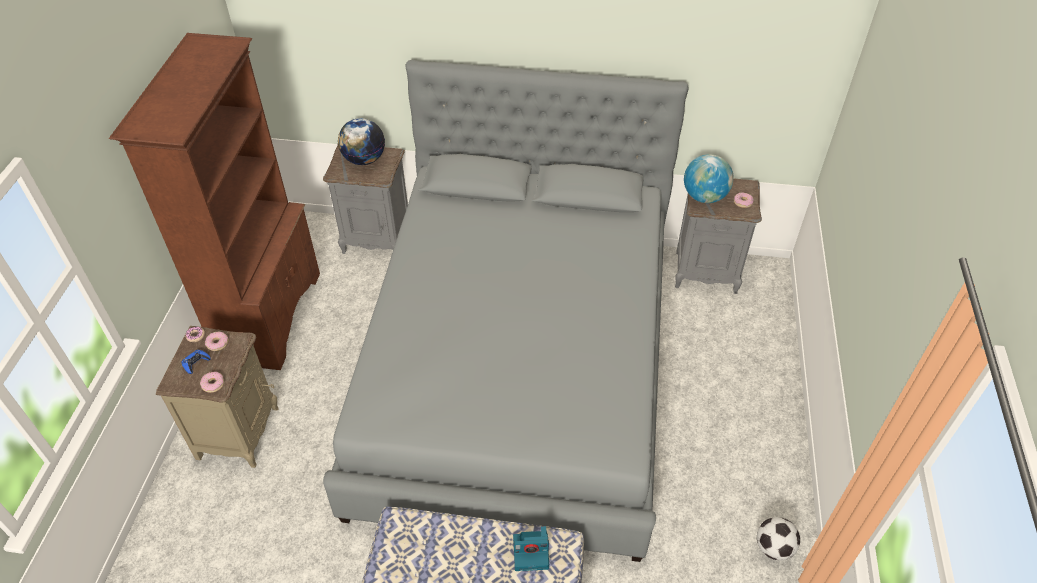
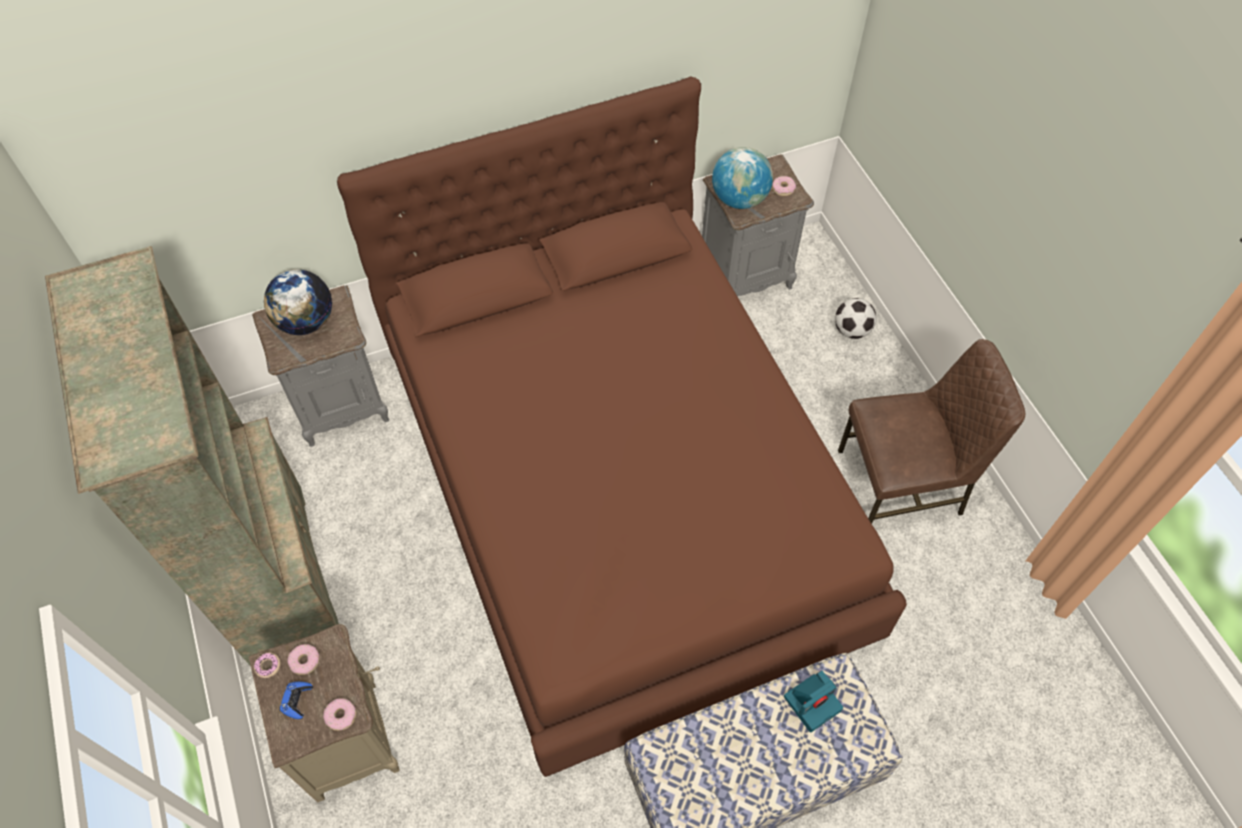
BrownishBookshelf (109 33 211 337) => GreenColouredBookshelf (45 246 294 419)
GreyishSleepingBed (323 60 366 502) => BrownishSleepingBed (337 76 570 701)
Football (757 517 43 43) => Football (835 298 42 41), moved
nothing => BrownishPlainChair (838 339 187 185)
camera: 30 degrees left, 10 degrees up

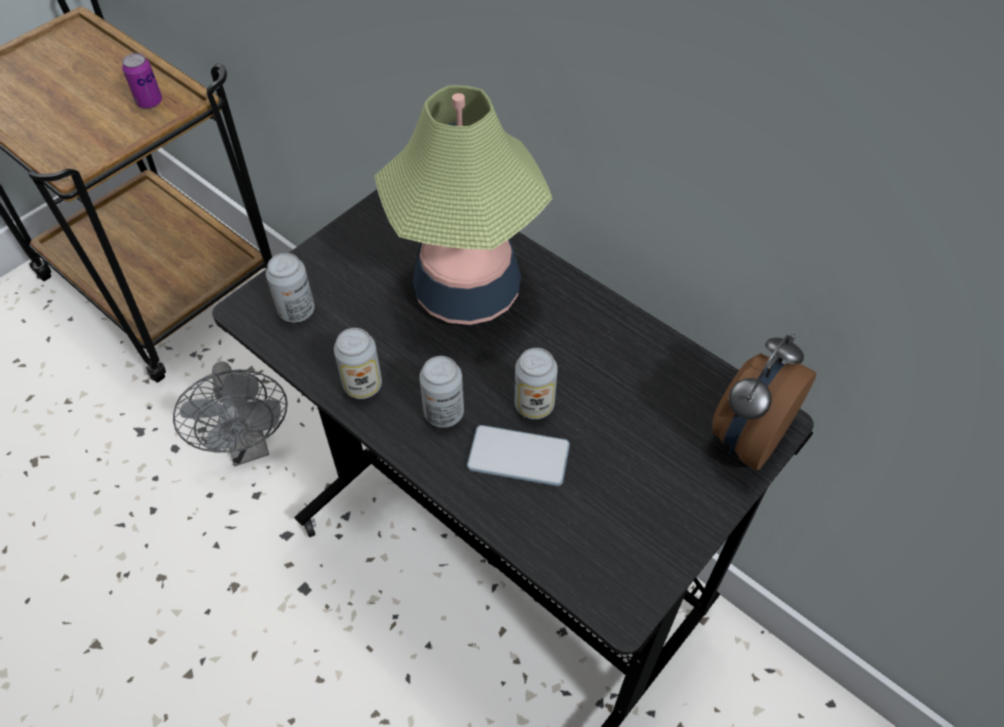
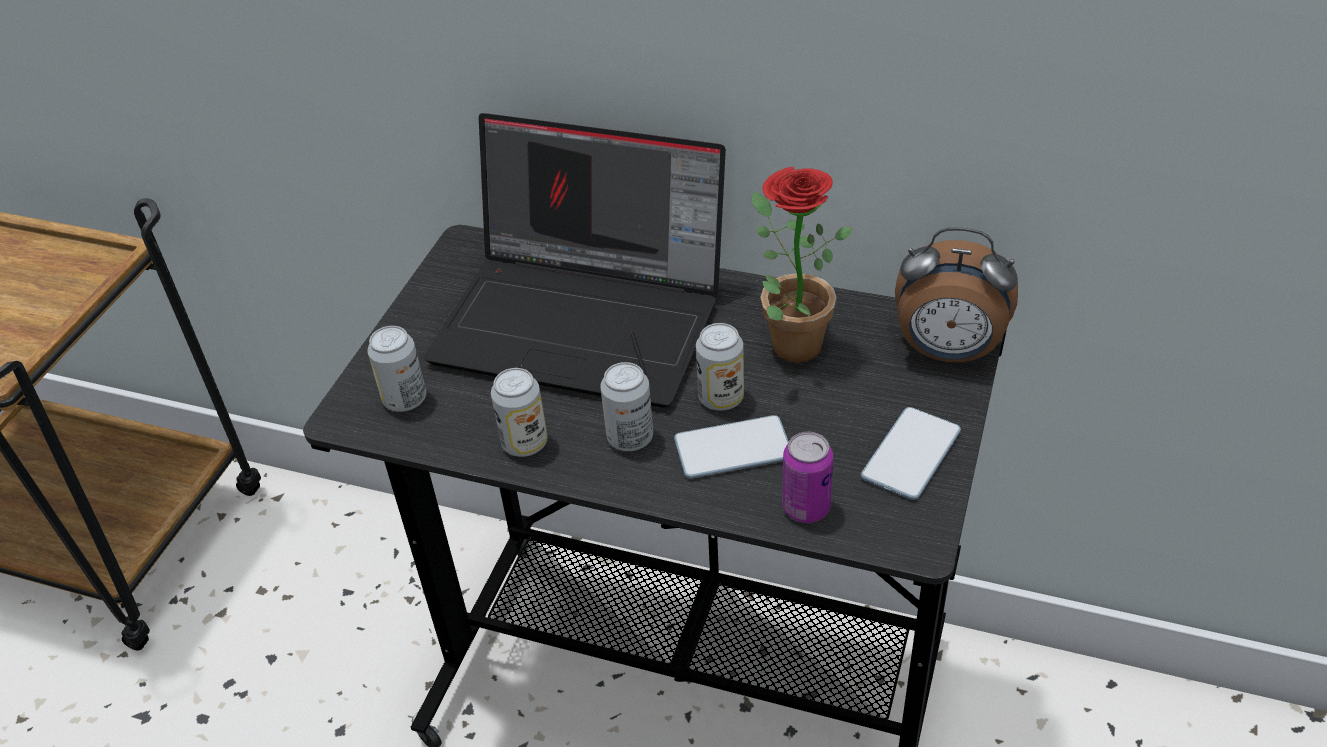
Can (122 53 40 56) => Can (782 431 51 92), moved
GreyishCoolingFan (173 361 115 105) => nothing
LampForATable (375 85 178 240) => NotebookComputer (425 113 301 295)
BedsideClock (712 334 105 136) => BedsideClock (895 227 123 135), 90 degrees counterclockwise
nothing => PottedPlant (752 167 101 196)
nothing => Phone (861 407 100 93)
camera: 20 degrees left, 10 degrees down

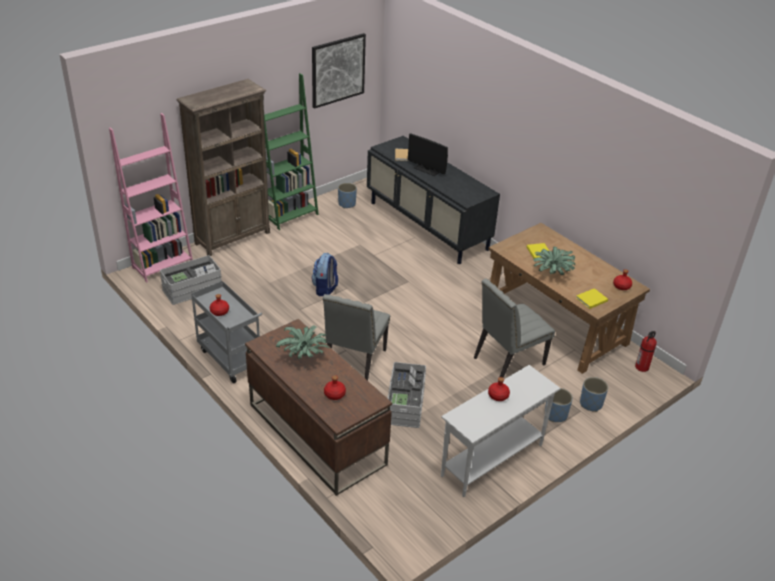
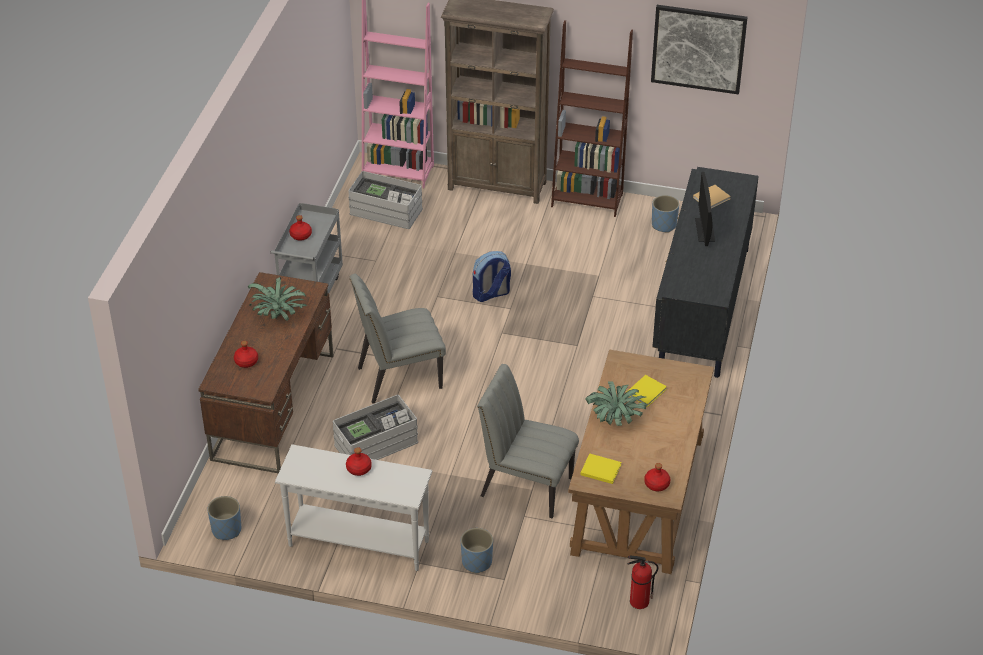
GreenColouredBookshelf (264 73 55 157) => BrownishBookshelf (551 20 82 197)
BlueColouredPlantPot (580 377 28 35) => BlueColouredPlantPot (207 496 34 44), moved
camera: 55 degrees right, 5 degrees up

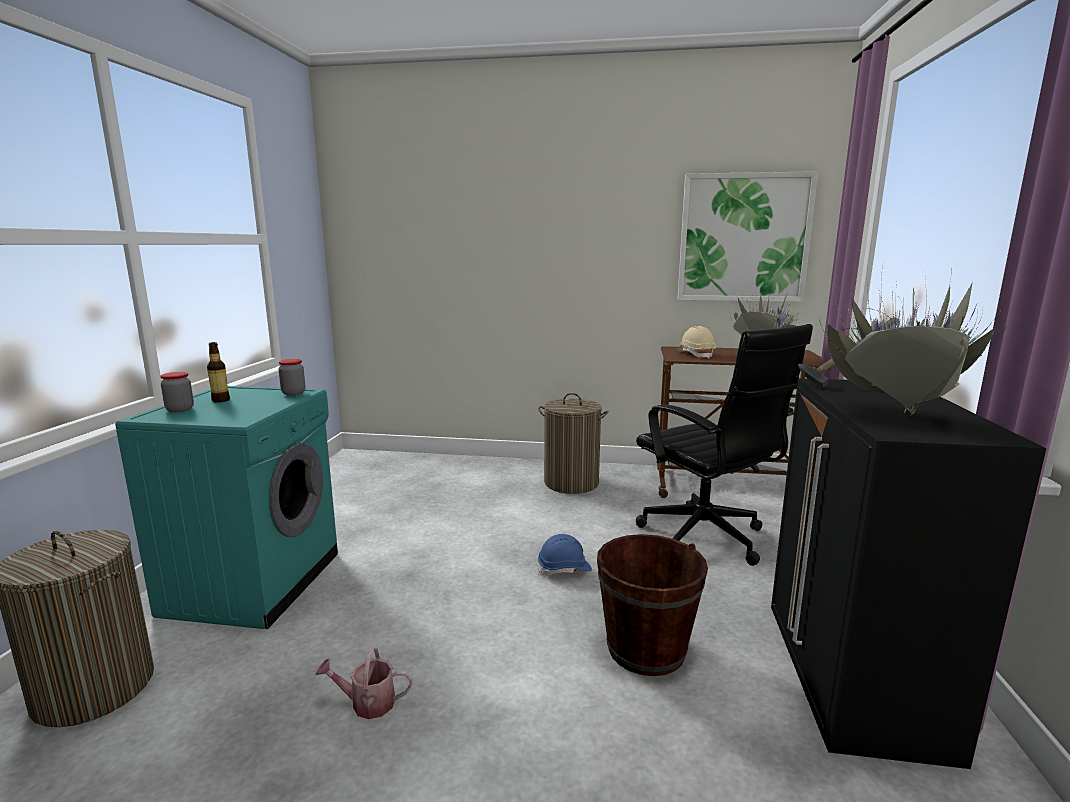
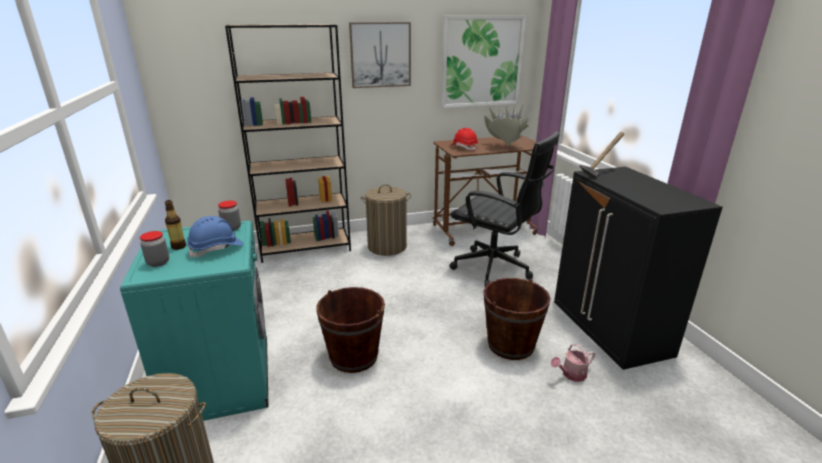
SprinklingCan (316 648 97 71) => SprinklingCan (551 344 44 38), moved
BlueColouredSafetyHelmet (538 534 54 42) => BlueColouredSafetyHelmet (187 216 57 42), moved
BeigeSafetyHelmet (677 326 39 33) => RedColouredSafetyHelmet (451 128 27 22)
PottedPlant (819 253 186 162) => nothing
nothing => BeigeBookshelf (225 24 126 239)
nothing => BrownishPail (316 287 69 86)
nothing => WallPicture (349 22 62 66)
camera: 25 degrees left, 10 degrees up

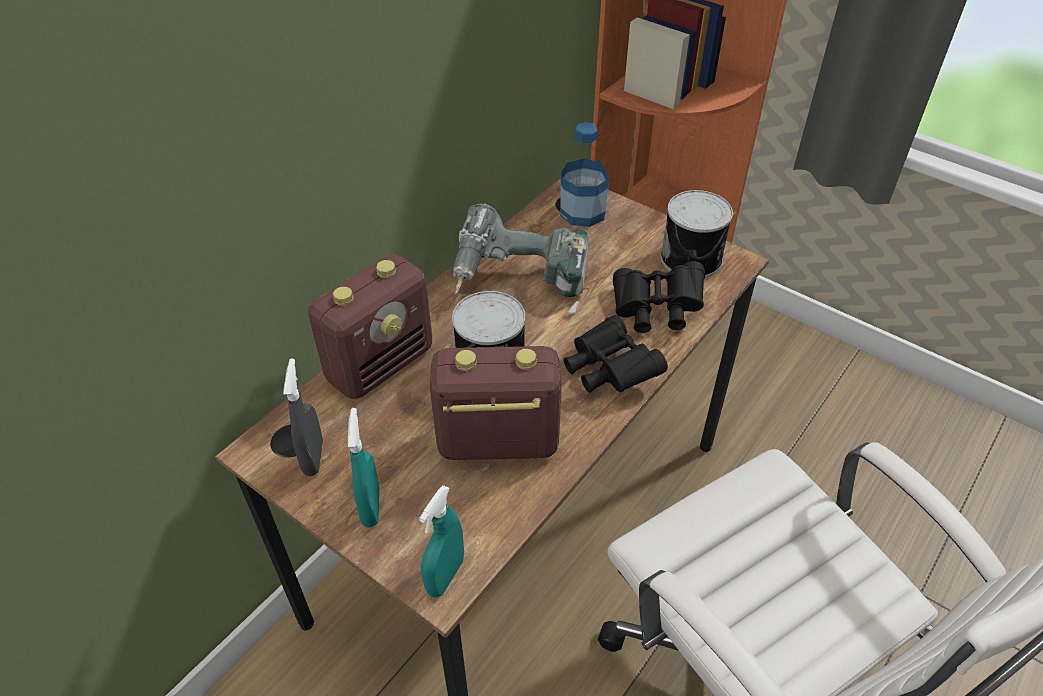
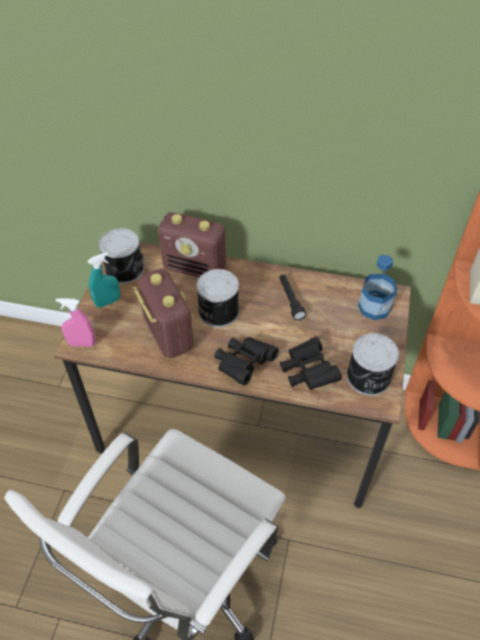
GreyishHandSprayer (283 358 40 118) => Can (99 228 45 56)
TurquoiseColouredHandSprayer (419 485 45 112) => PinkColouredHandSprayer (56 298 40 49)
ElectricDrill (453 203 136 111) => BlackHandTorch (279 275 27 45)
camera: 65 degrees right, 5 degrees up

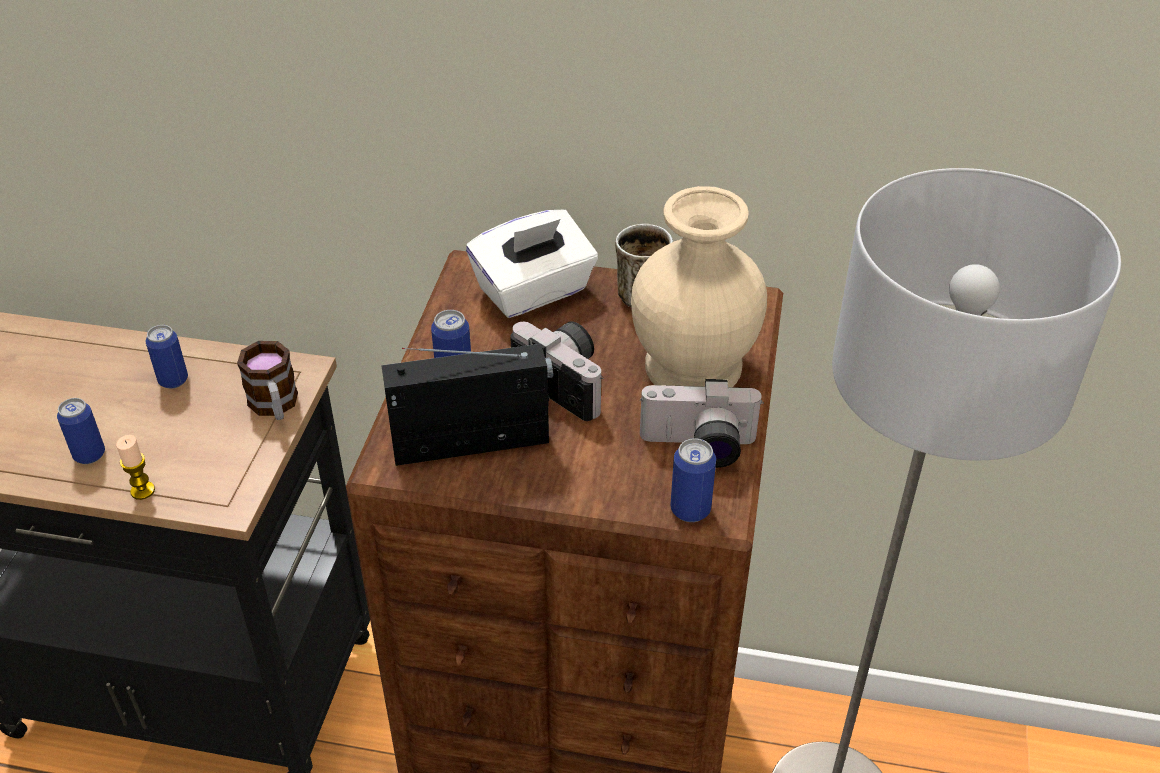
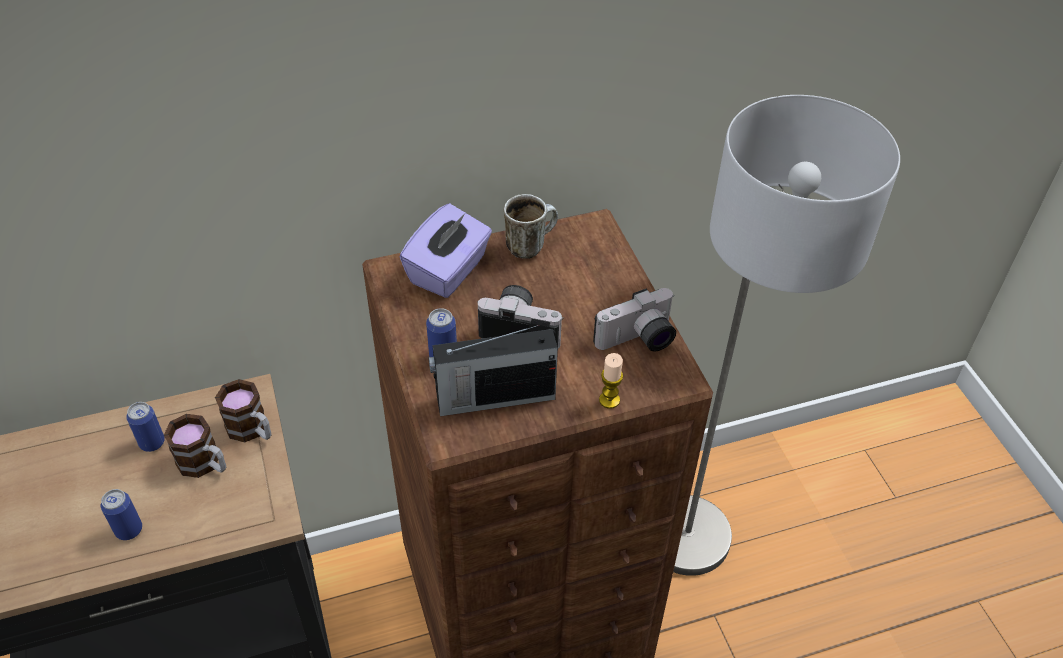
Candle (116 435 39 65) => Candle (599 353 24 56), moved
RadioSet (381 344 172 122) => RadioSet (429 325 129 91), 150 degrees counterclockwise
WhiteBoxOfTissues (466 210 132 108) => PurplishBoxOfTissues (400 203 92 95)
BeigeFlowerVase (631 186 136 201) => nothing
Can (670 438 46 84) => nothing
nothing => Mug (164 414 62 64)
camera: 30 degrees left, 5 degrees up

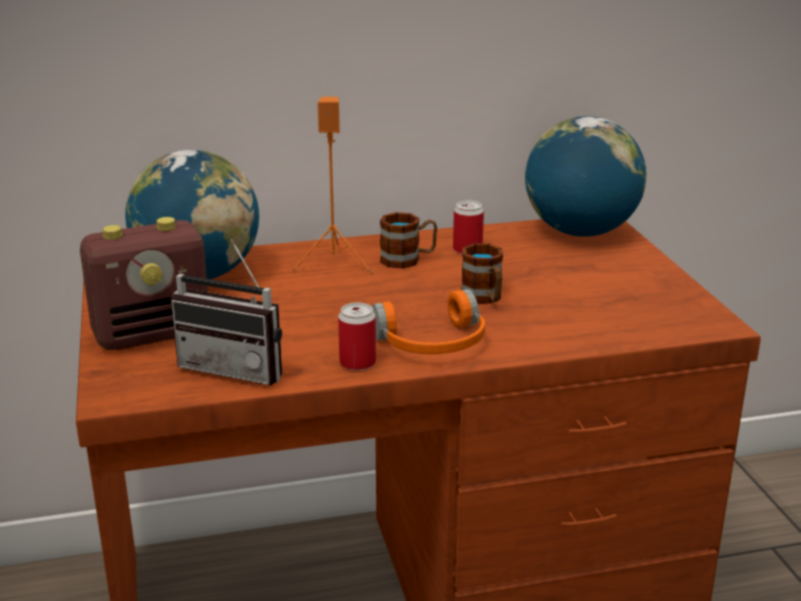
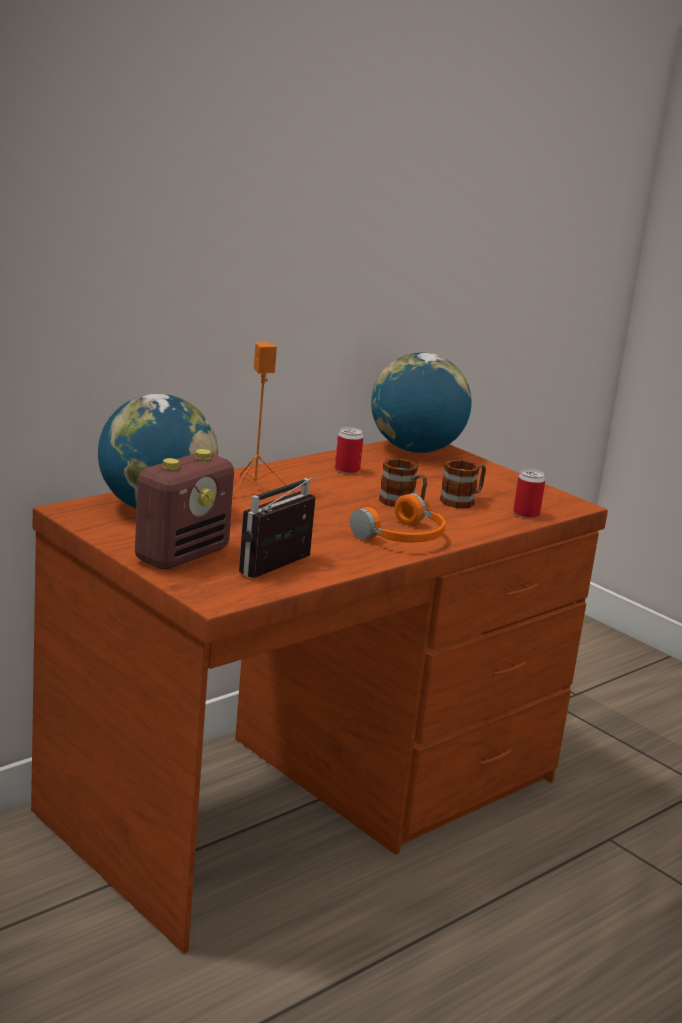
RadioSet (171 239 111 146) => RadioSet (239 474 79 104), 135 degrees clockwise
Can (338 303 38 67) => Can (513 469 32 49), moved
Mug (380 212 57 57) => Mug (440 460 46 48), moved
camera: 30 degrees left, 5 degrees down

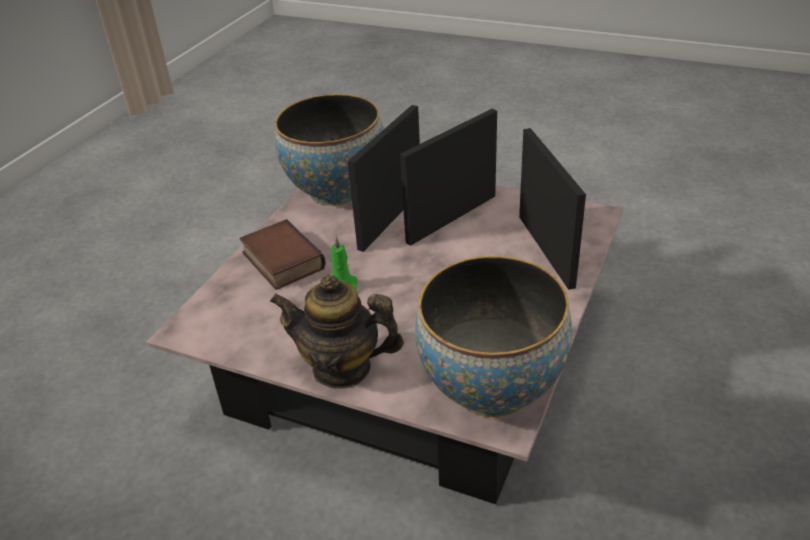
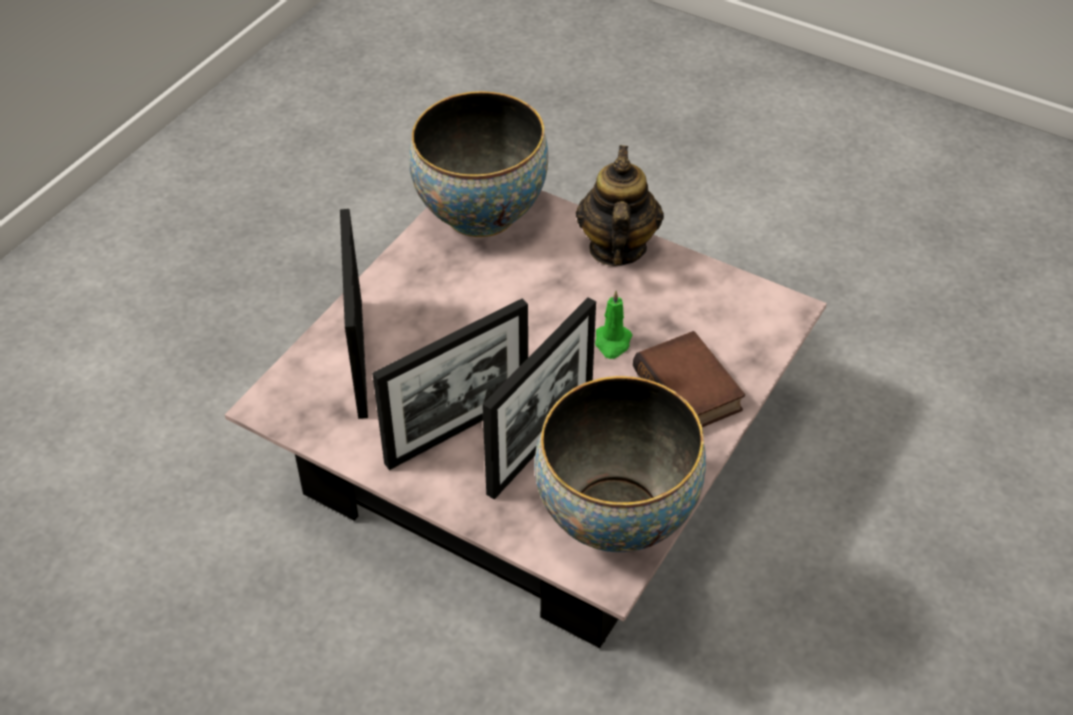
PotForTea (270 275 134 114) => PotForTea (576 145 88 121), 105 degrees counterclockwise
camera: 175 degrees left, 10 degrees up

